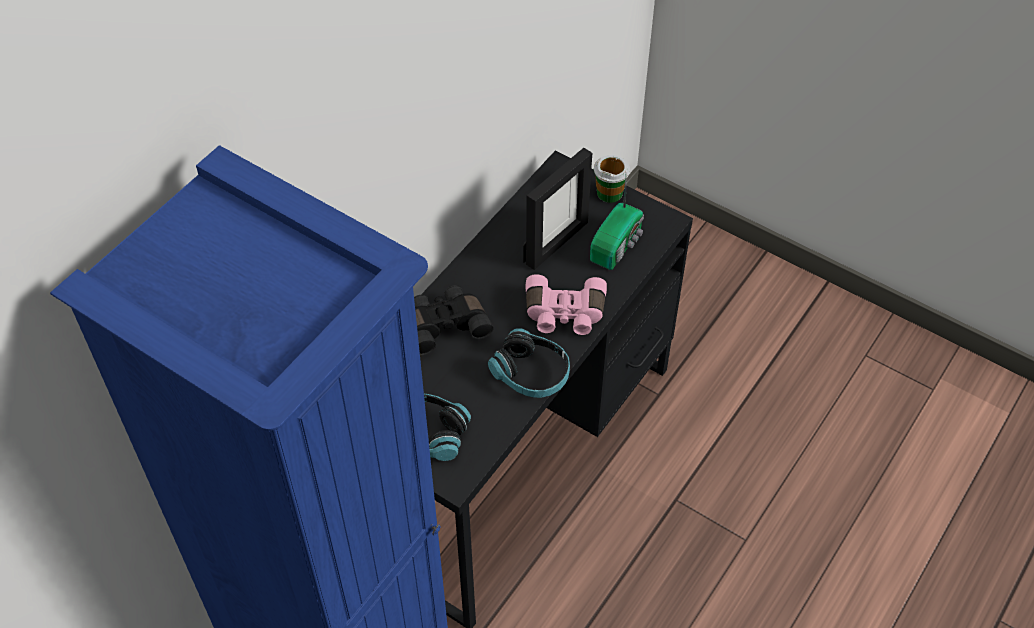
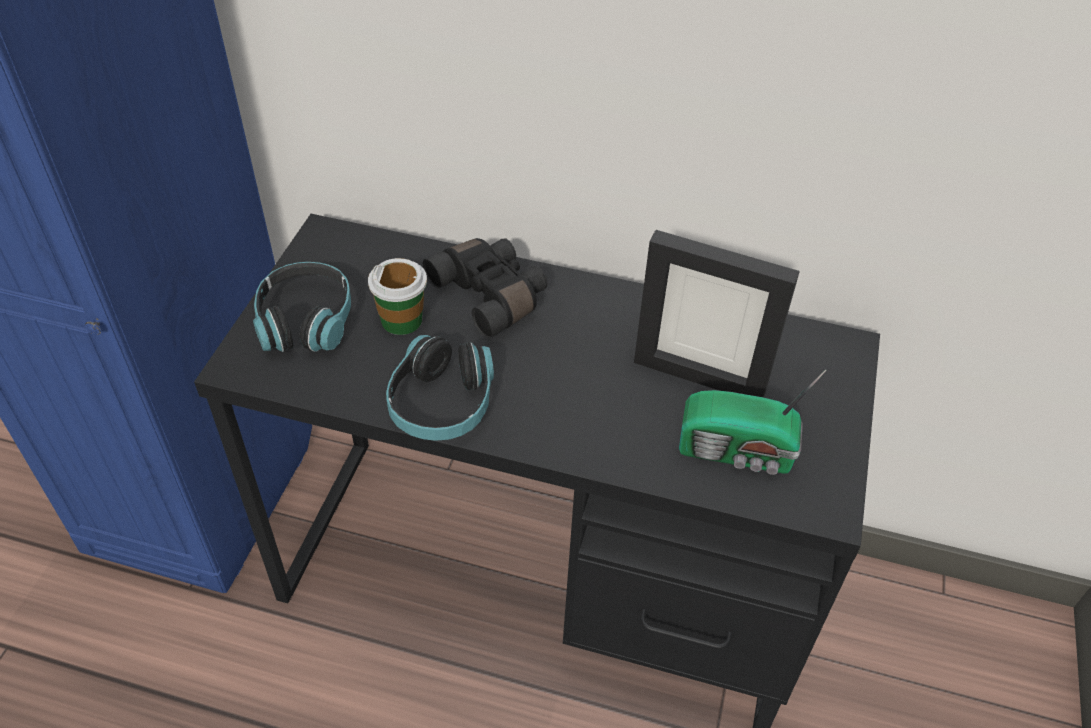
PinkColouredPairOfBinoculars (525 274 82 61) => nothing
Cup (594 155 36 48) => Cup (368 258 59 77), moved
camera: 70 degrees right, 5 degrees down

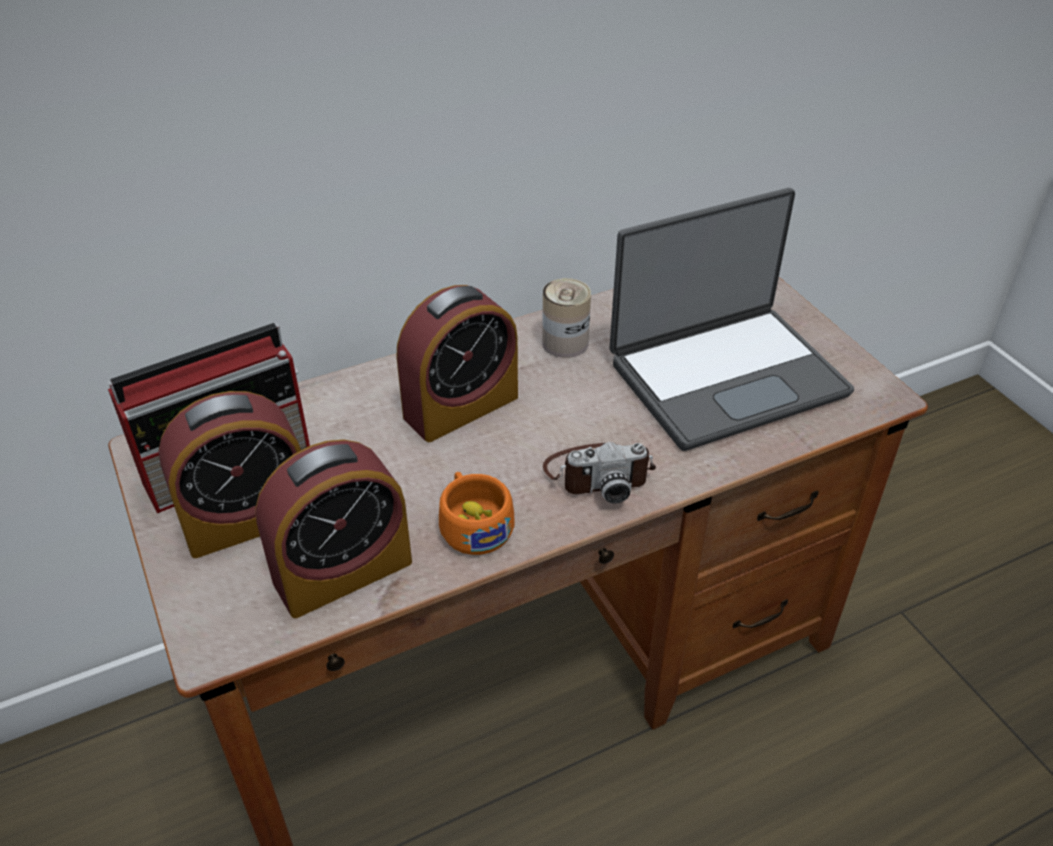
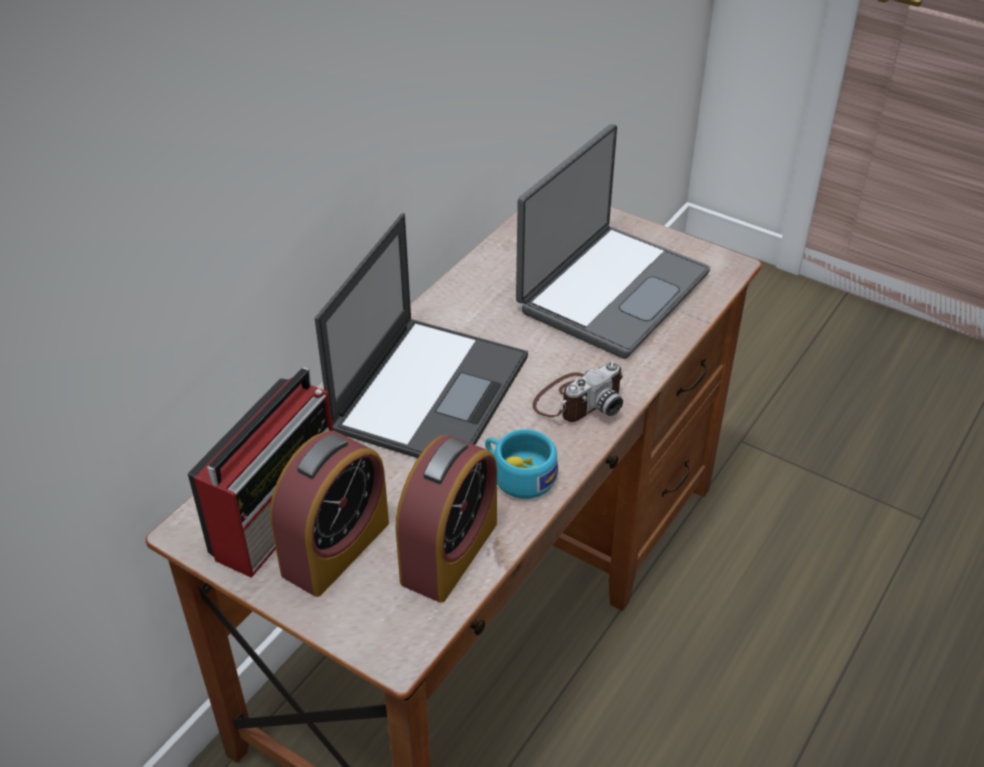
BedsideClock (396 285 122 157) => NotebookComputer (315 213 213 245)
OrangeColouredCup (439 472 75 83) => TurquoiseColouredCup (485 429 73 70)
Can (542 278 49 80) => nothing
camera: 30 degrees left, 0 degrees up

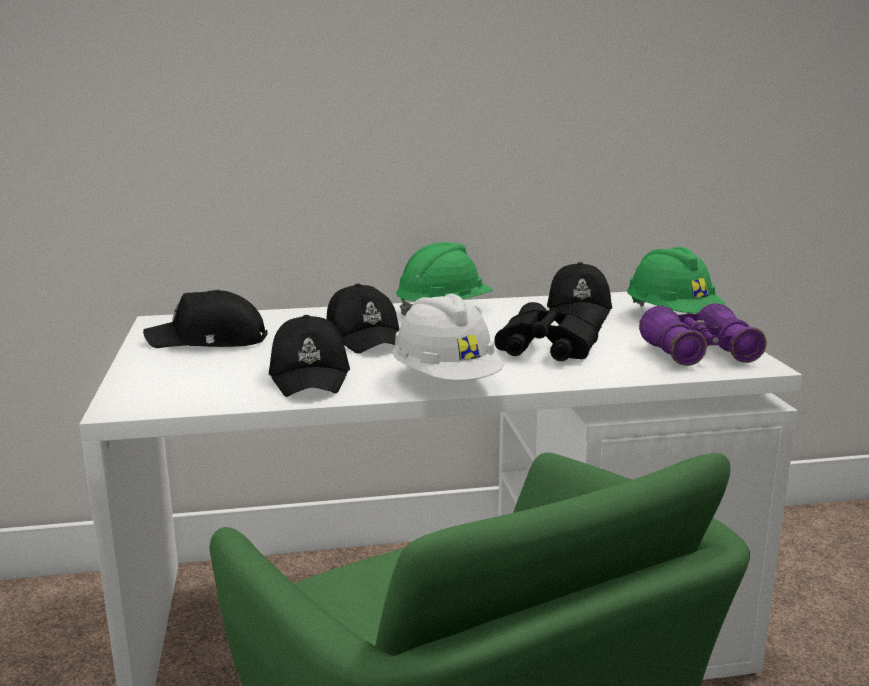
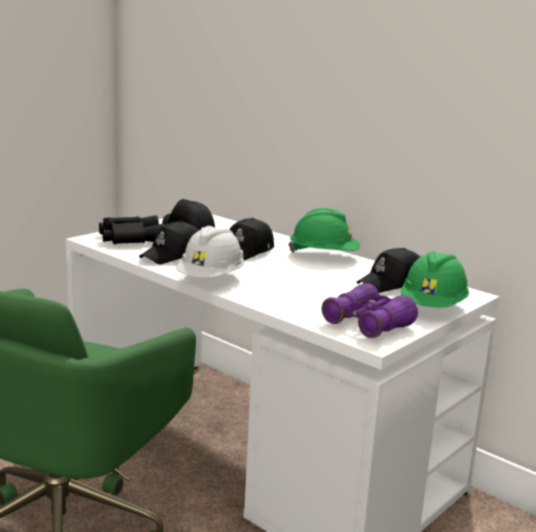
BlackPairOfBinoculars (495 302 107 59) => BlackPairOfBinoculars (99 215 65 29), moved
camera: 50 degrees right, 0 degrees up

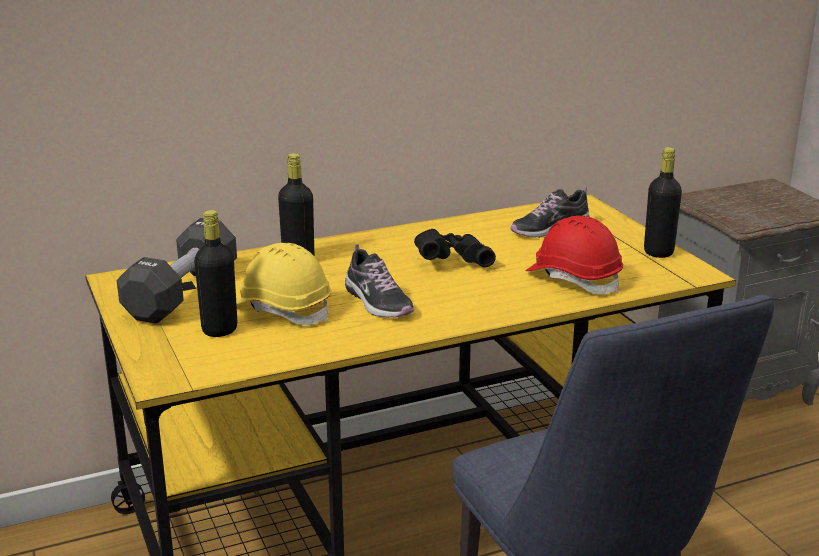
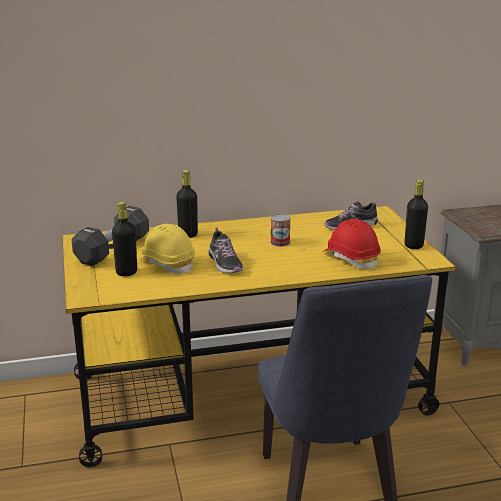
BlackPairOfBinoculars (414 229 82 38) => Can (270 214 21 33)
camera: 10 degrees right, 0 degrees up

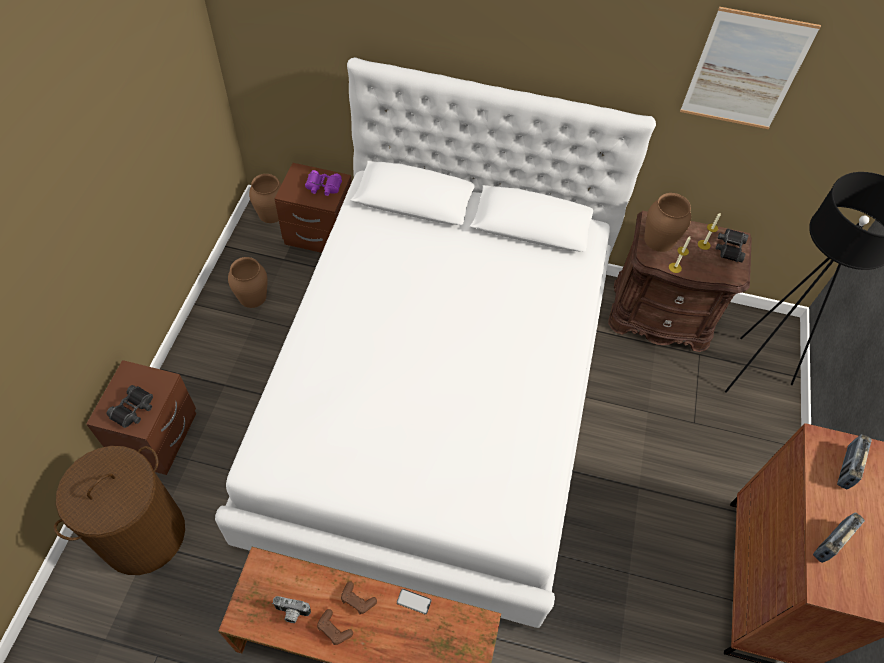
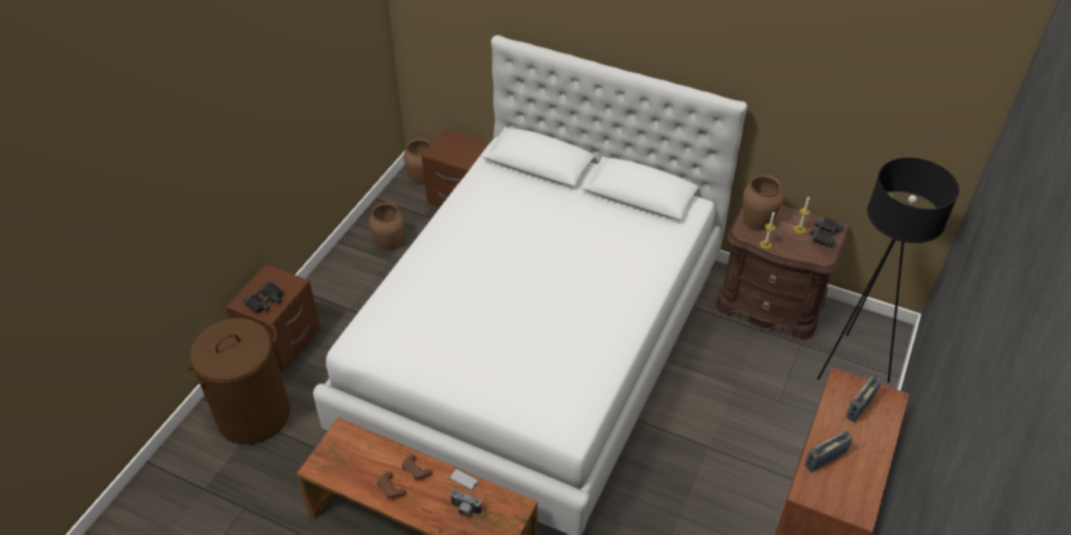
StillCamera (272 596 39 27) => StillCamera (450 490 32 26), moved
PurplishPairOfBinoculars (305 170 37 26) => nothing
WallPicture (680 7 141 122) => nothing
camera: 15 degrees right, 10 degrees down

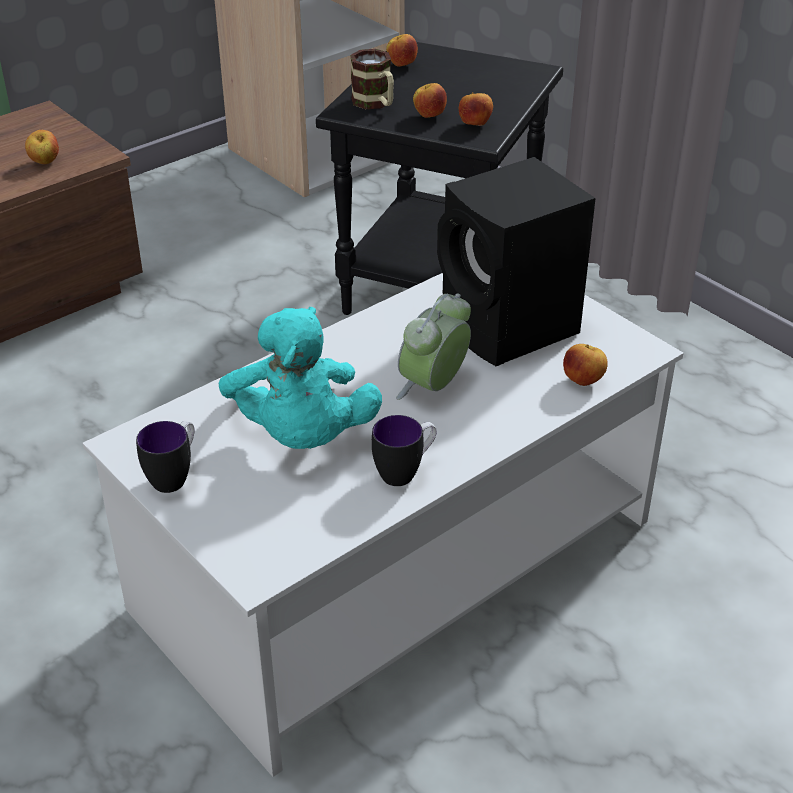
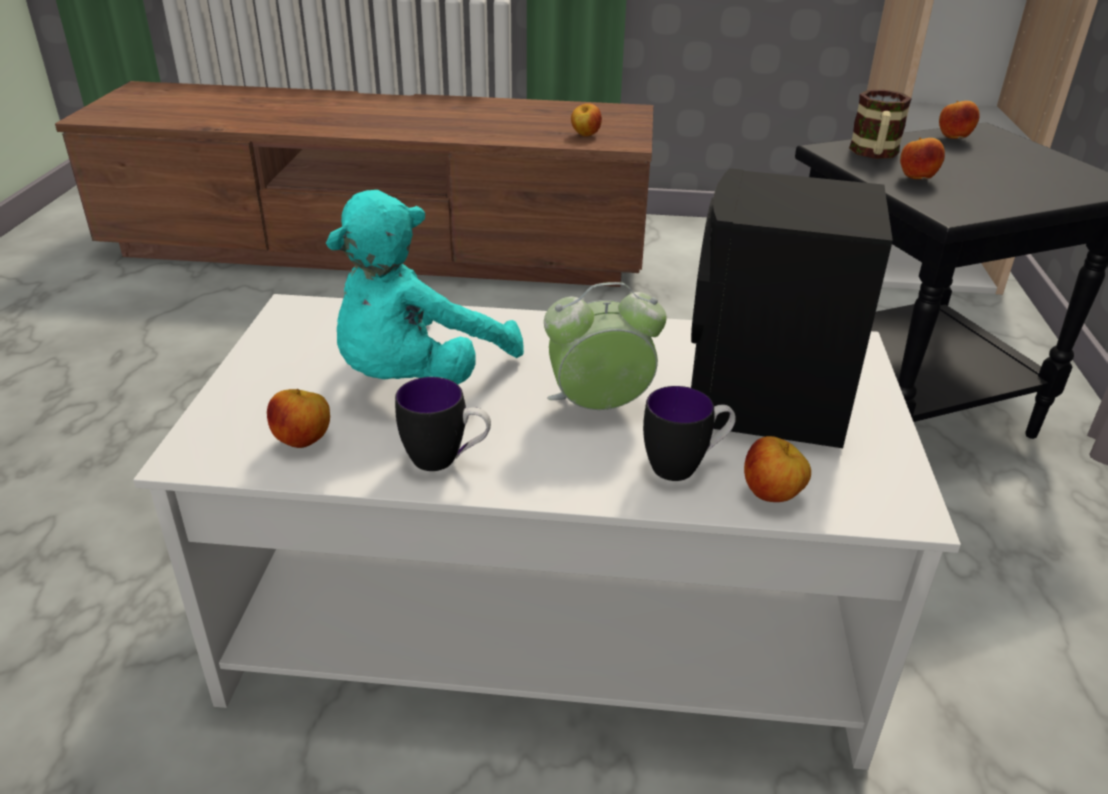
Mug (136 421 59 72) => Mug (643 386 93 95), moved
WholeApple (458 92 35 34) => WholeApple (267 389 63 59), moved
camera: 45 degrees right, 5 degrees down

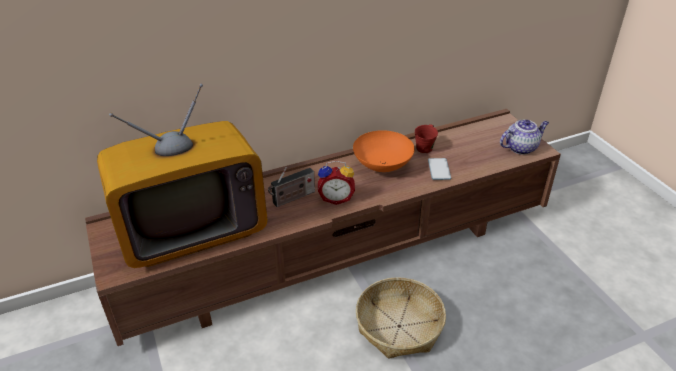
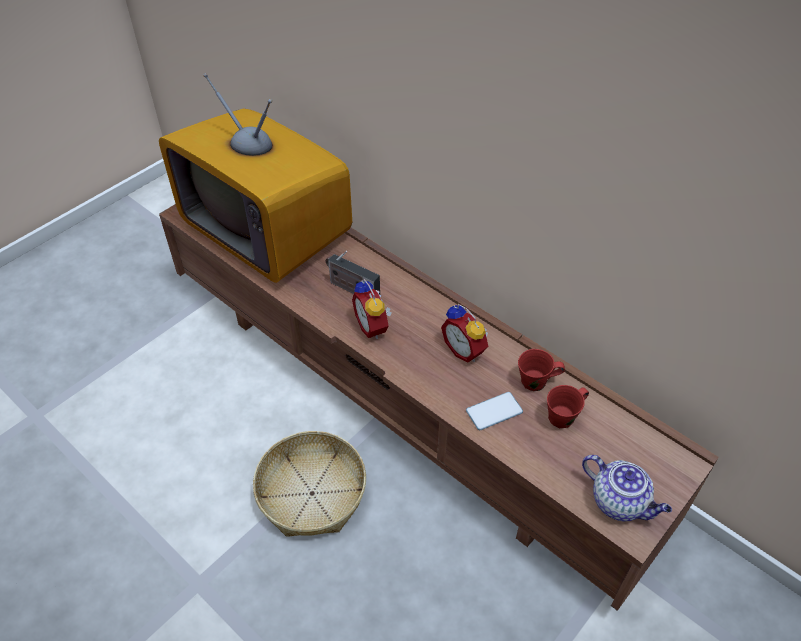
OrangeColouredBowl (353 130 62 42) => BedsideClock (441 304 48 59)
nothing => RedColouredMug (547 385 42 43)
camera: 65 degrees right, 10 degrees up

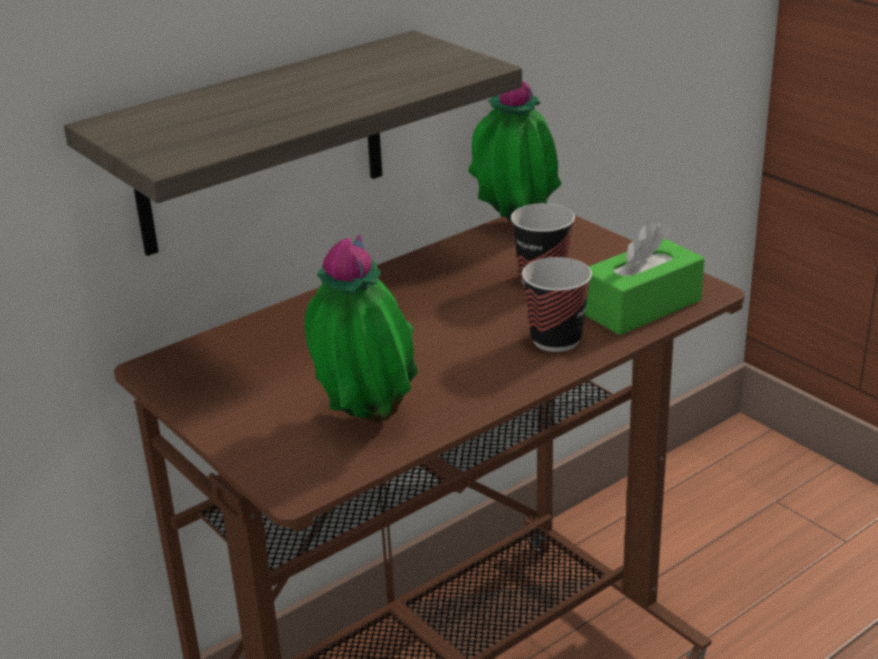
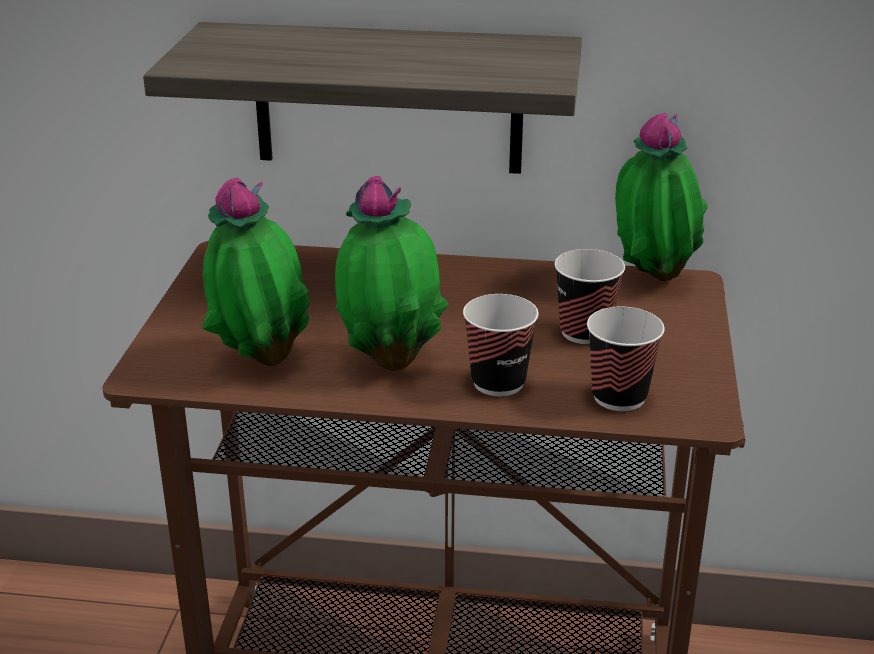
GreenColouredBoxOfTissues (585 221 119 114) => Cup (587 307 78 104)
nothing => PottedPlant (335 176 114 195)
camera: 45 degrees right, 0 degrees up

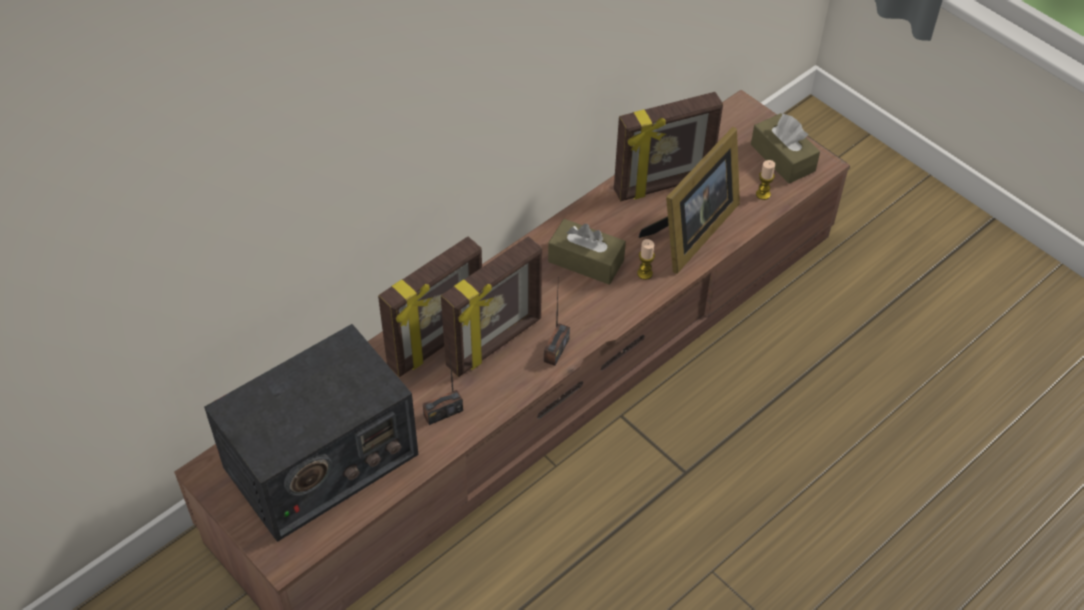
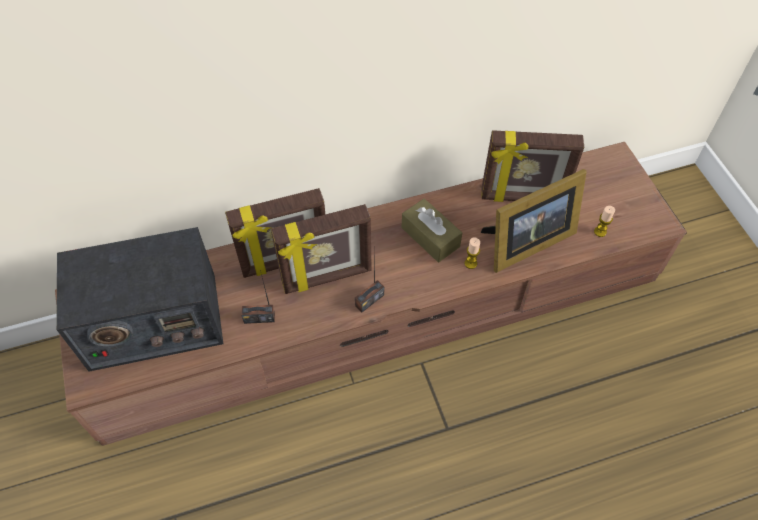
BrownishBoxOfTissues (751 113 69 71) => nothing
camera: 25 degrees right, 5 degrees up

